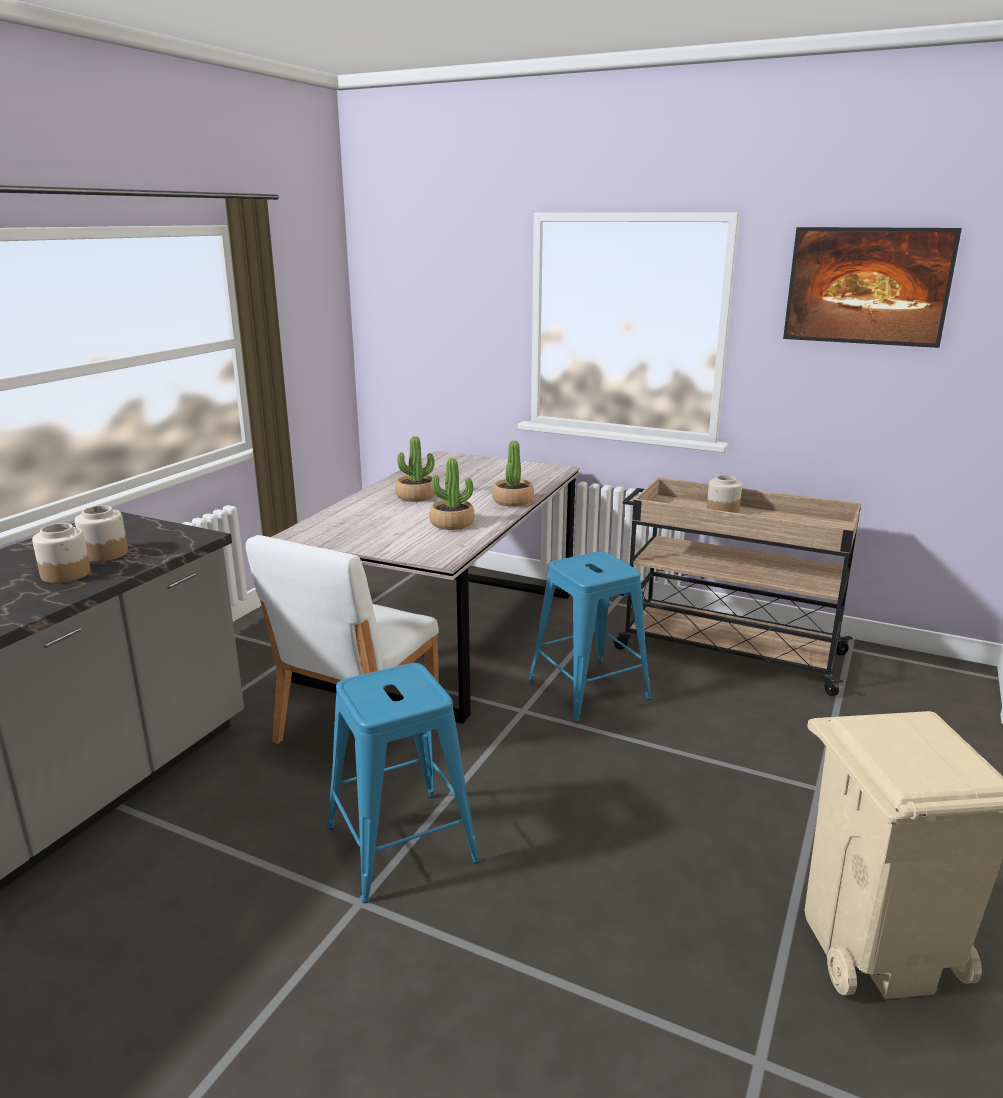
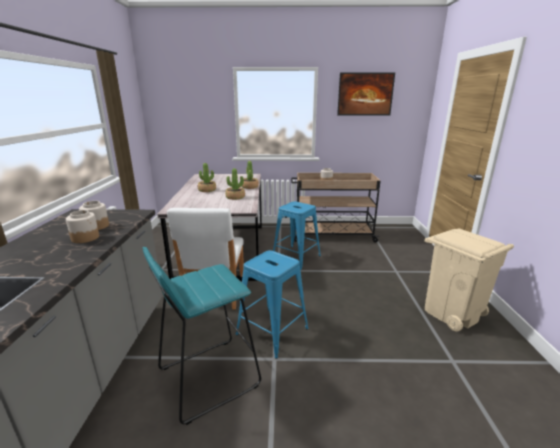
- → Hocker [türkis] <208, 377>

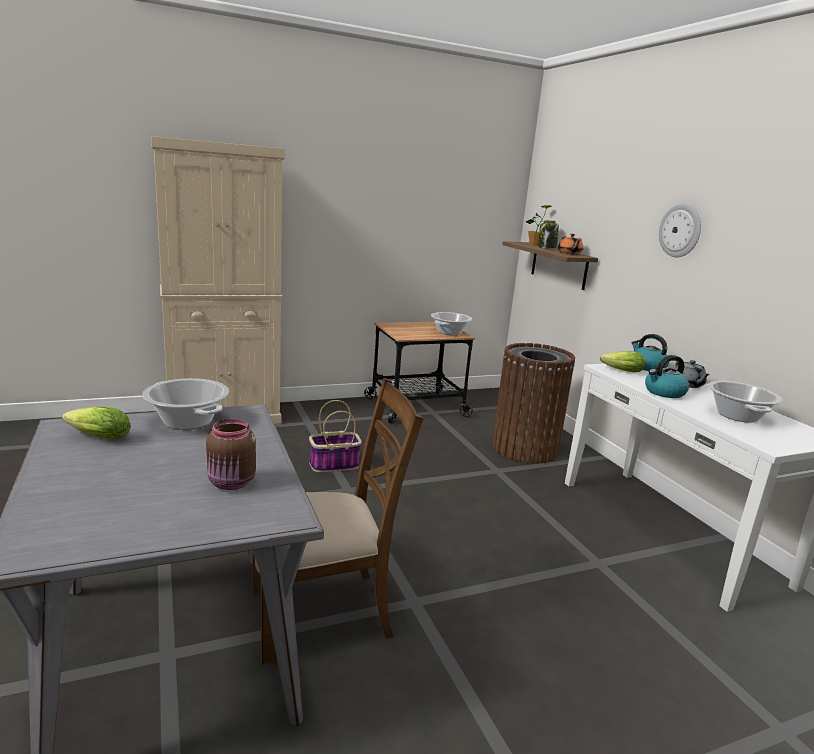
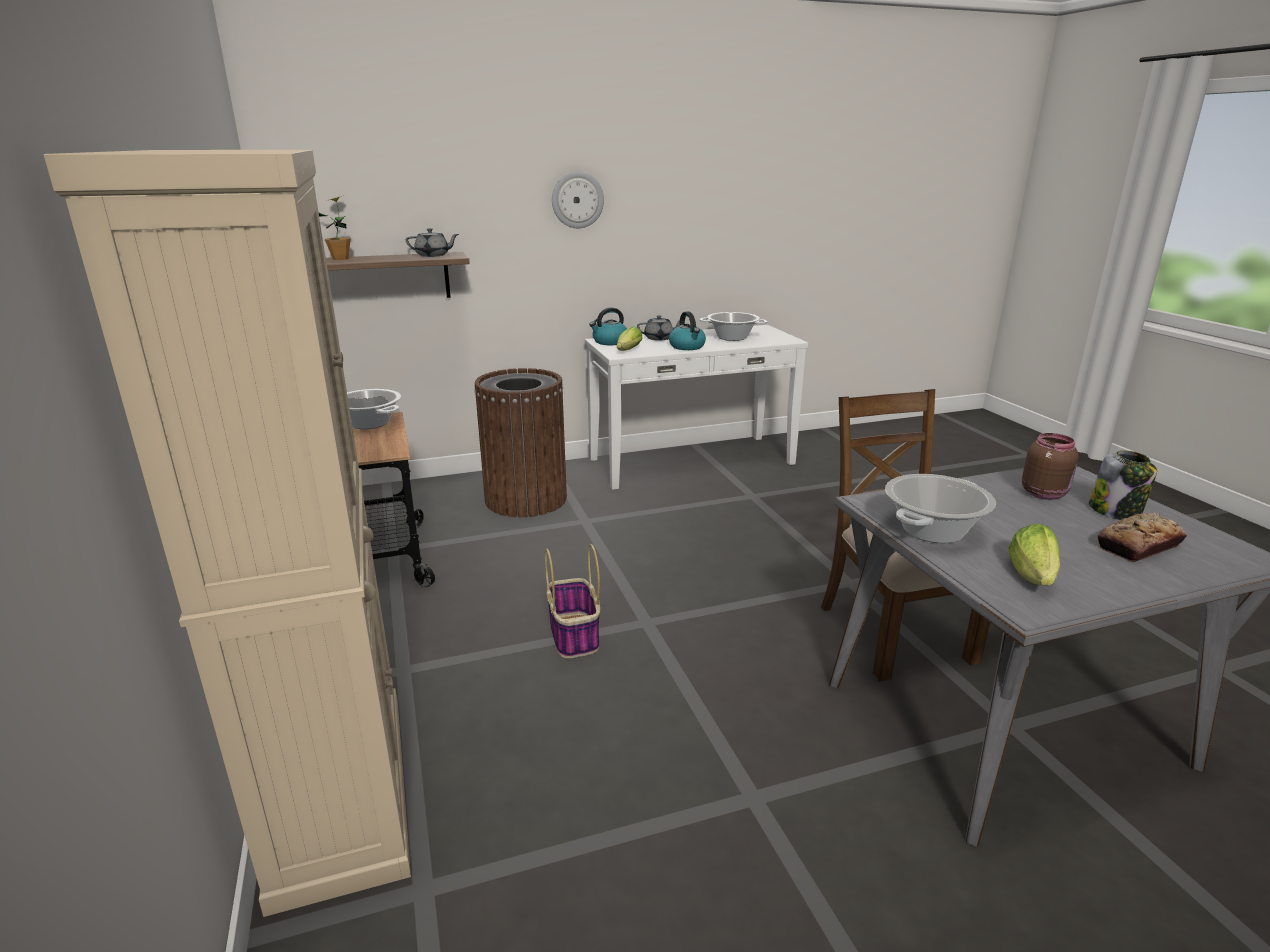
Vorratsglas <547, 248> → Vorratsglas <1115, 511>, moved
Teekanne [orange] <569, 253> → Teekanne [grau] <433, 255>
- → Brot <1138, 546>

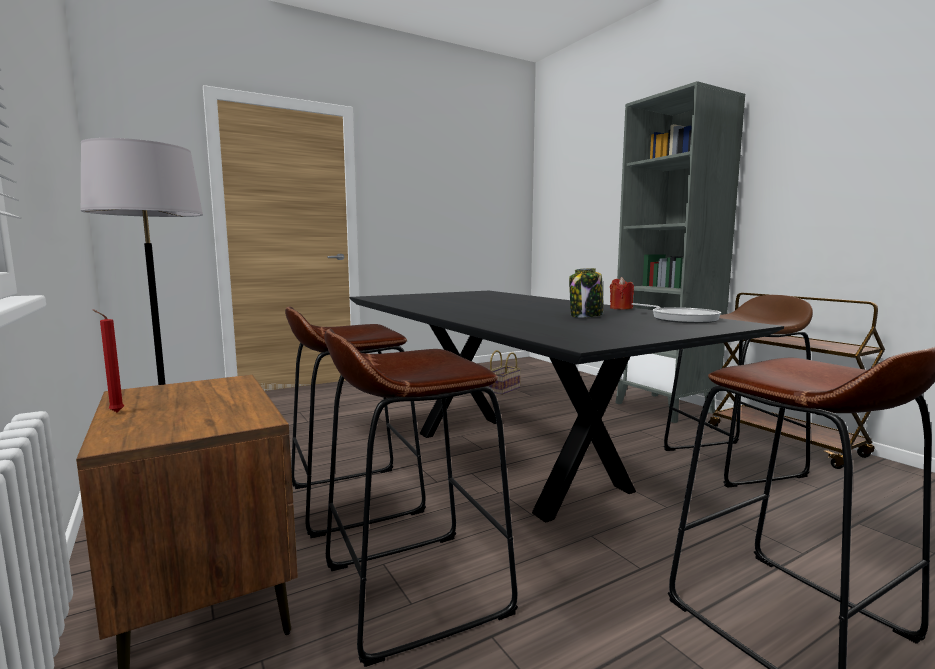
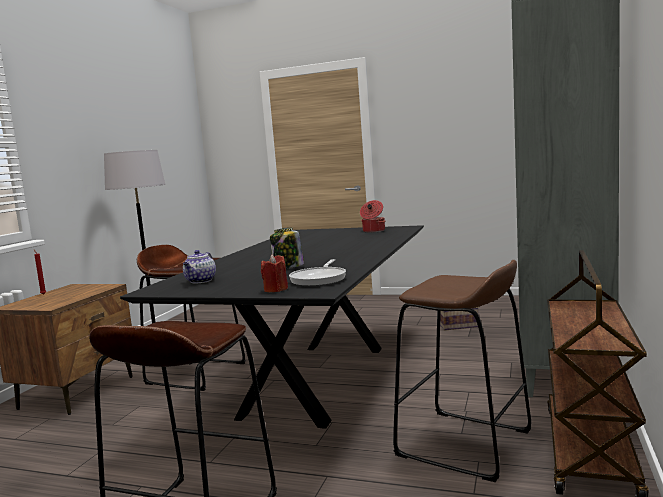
Hocker [braun] <414, 590> → -
Kerze [rot] <620, 308> → Kerze [rot] <276, 289>, moved
- → Teekanne <200, 281>
- → Kochtopf <373, 231>

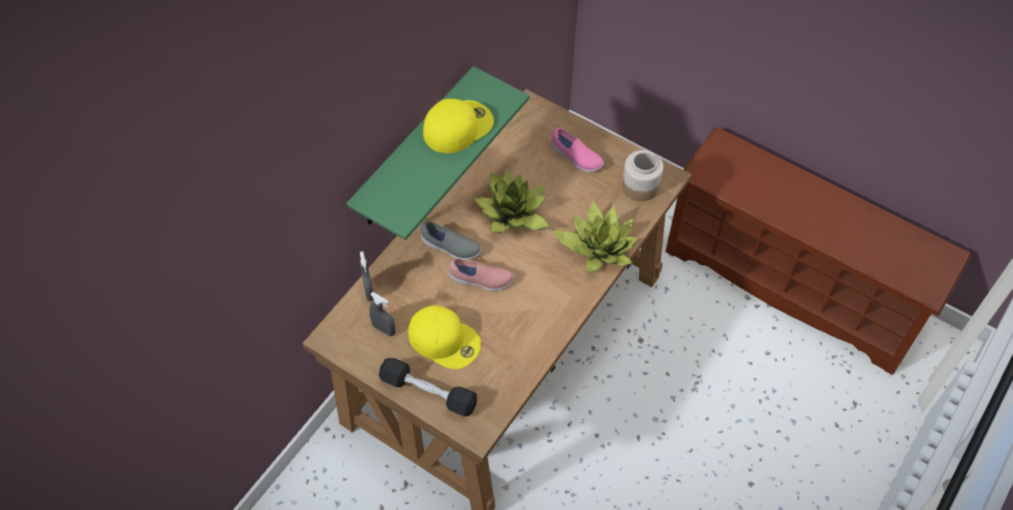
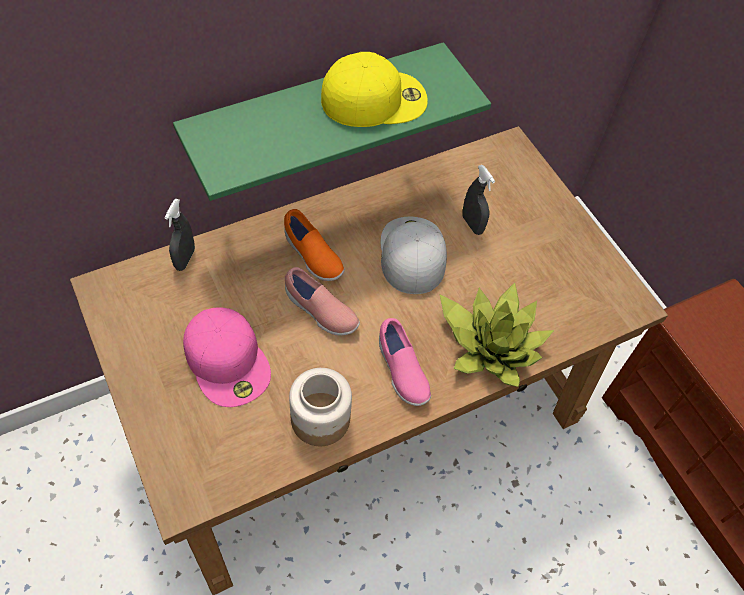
Sprühflasche [grau] <384, 329> → Sprühflasche [grau] <472, 224>, moved
Hantel [schwarz] <428, 392> → -
Kappe [gelb] <445, 340> → Kappe [rosa] <228, 360>
Schuh [grau] <450, 248> → Schuh [orange] <312, 256>
Topfpflanze <513, 213> → Kappe [weiß] <411, 253>
Schuh [rosa] <576, 158> → Schuh [rosa] <401, 371>, moved
Vorratsglas <640, 186> → Vorratsglas <319, 419>, moved

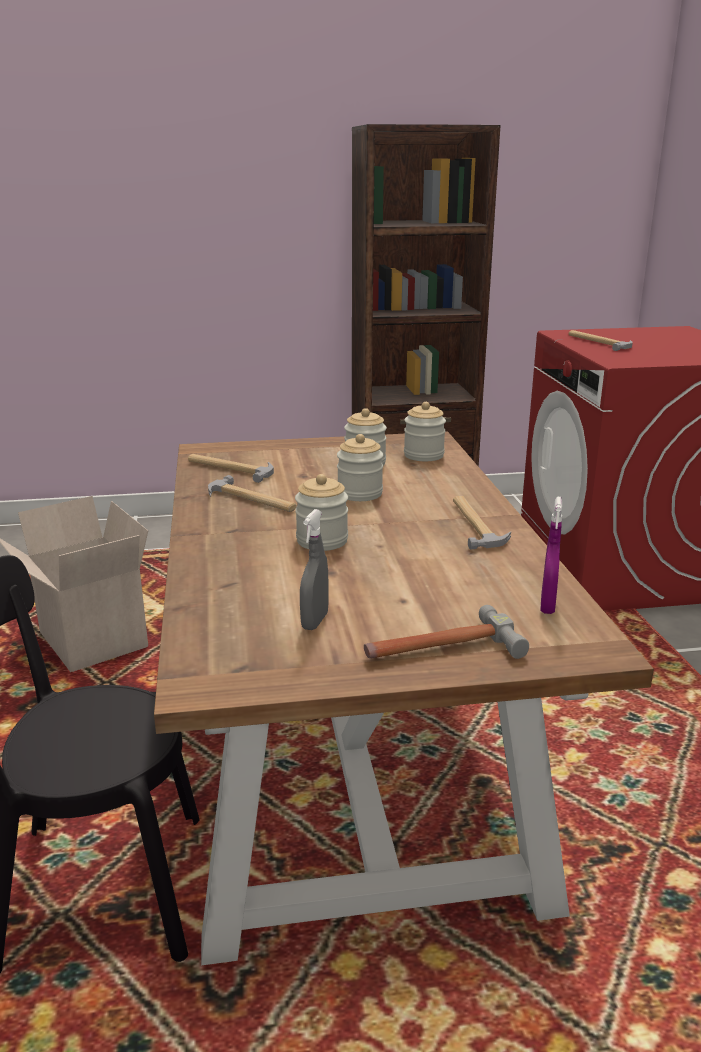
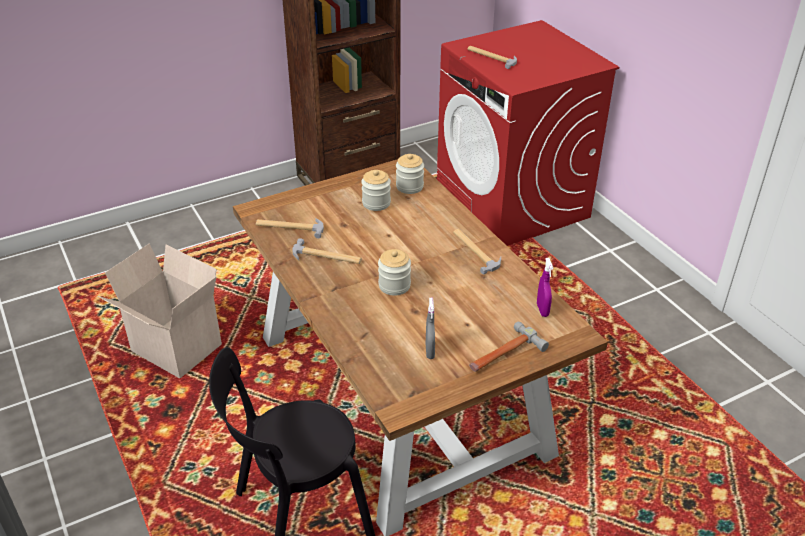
Vorratsglas <359, 493> → -

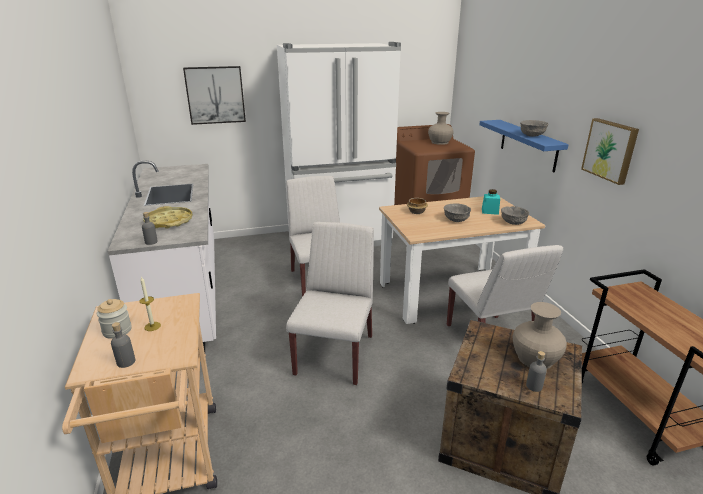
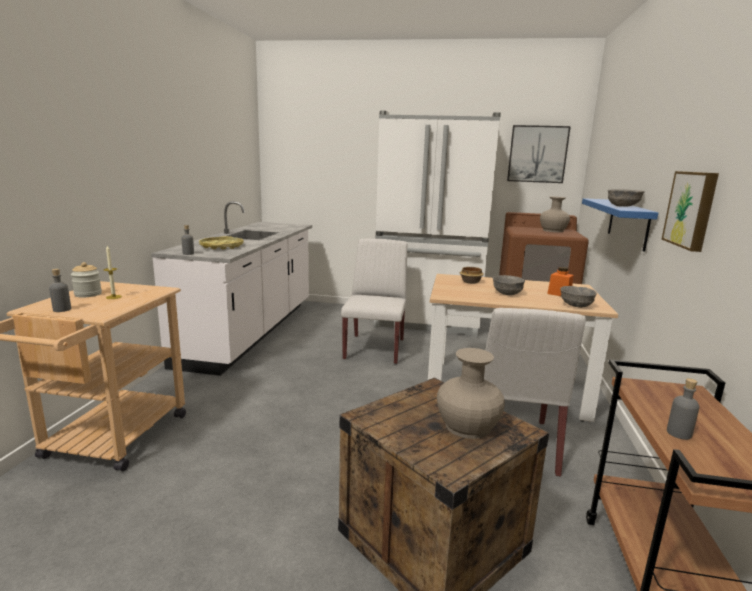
Bild <215, 95> → Bild <537, 154>, moved
Stuhl [weiß] <335, 354> → -
Vorratsglas [türkis] <490, 211> → Vorratsglas [orange] <559, 294>
Flasche [grau] <534, 386> → Flasche [grau] <679, 433>, moved

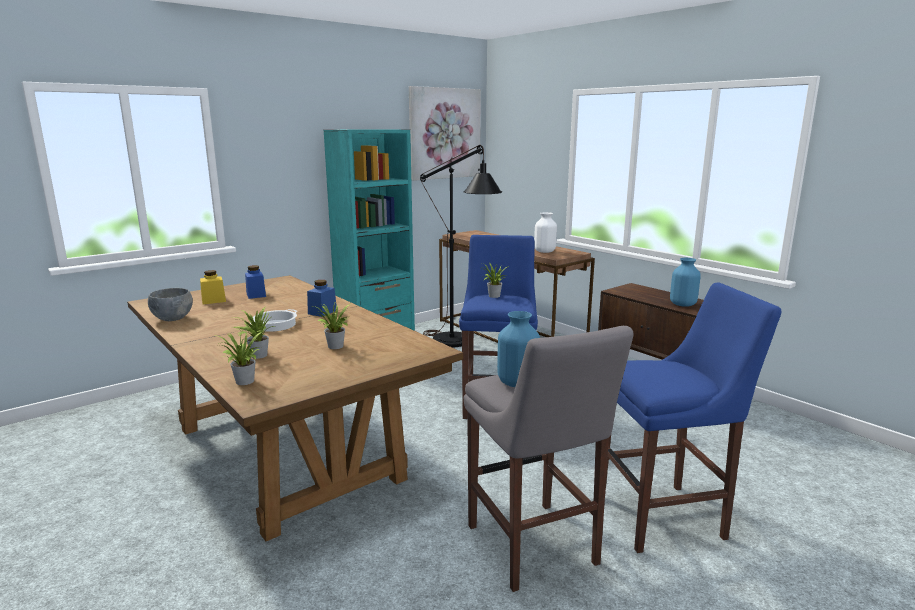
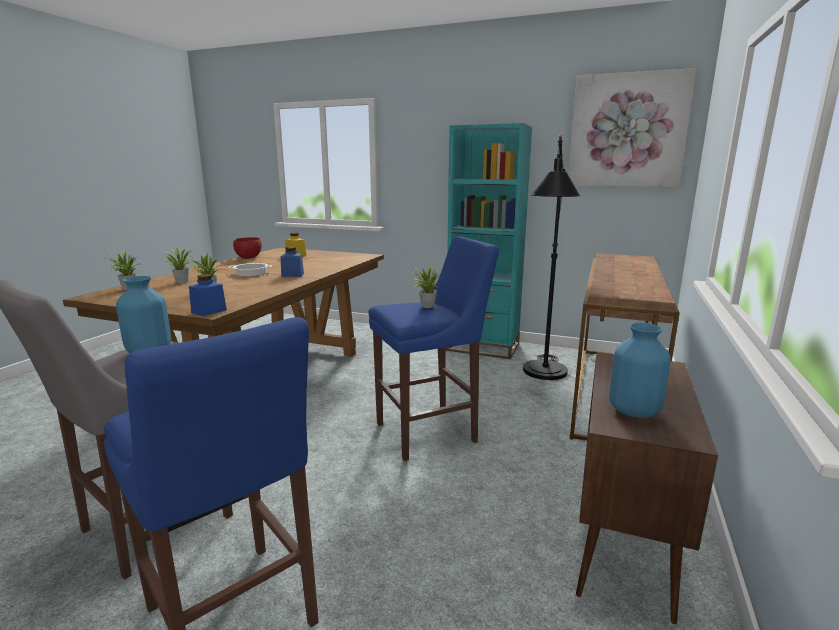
Schüssel [grau] <172, 319> → Schüssel [rot] <249, 258>
Vorratsglas [blau] <256, 295> → Vorratsglas [blau] <209, 311>, moved
Vase [weiß] <545, 251> → -

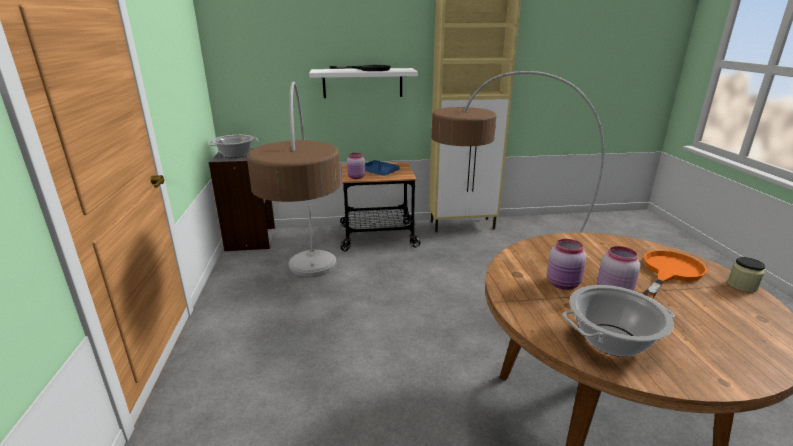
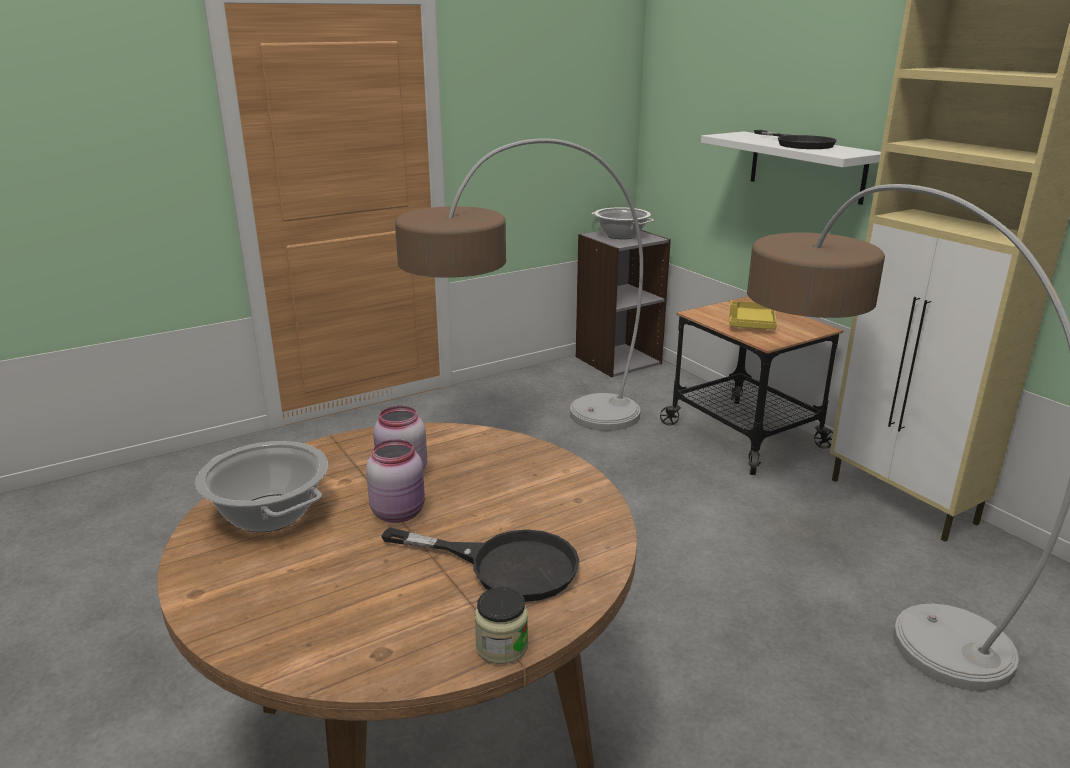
Vorratsglas [rosa] <356, 177> → -
Tablett [blau] <379, 172> → Tablett [gelb] <751, 323>
Pfanne [orange] <669, 272> → Pfanne [schwarz] <505, 565>

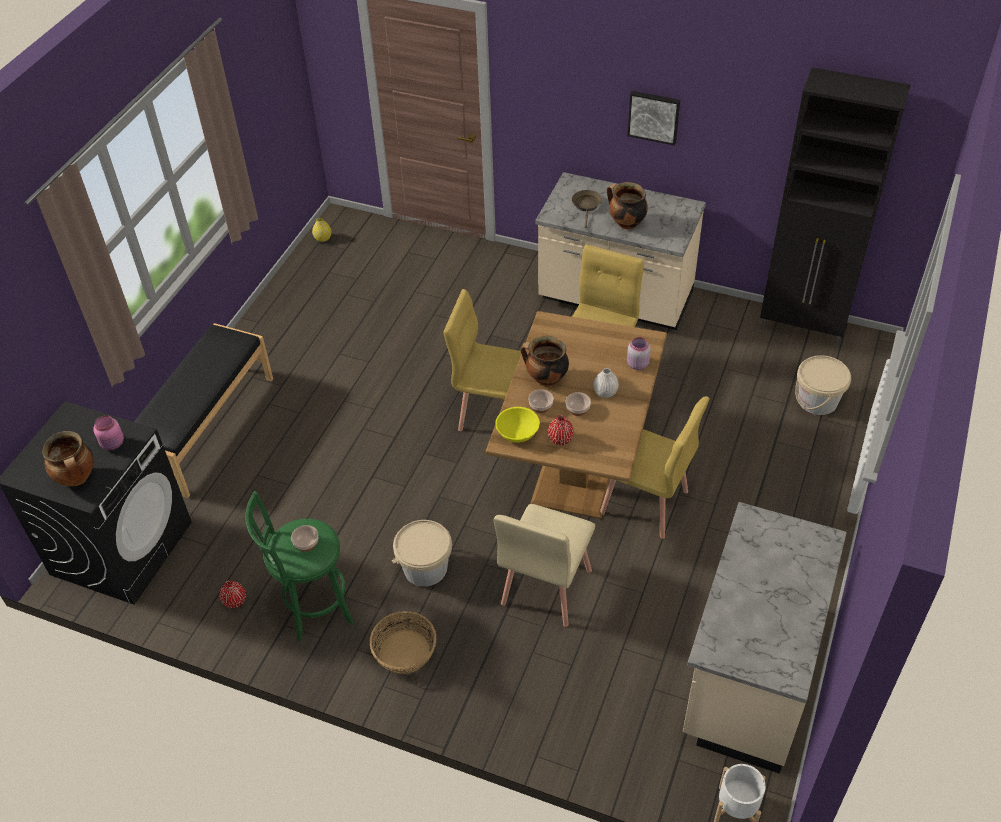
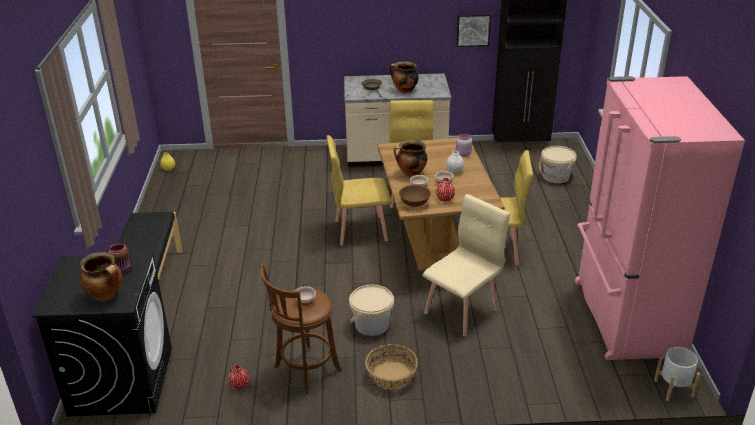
Vorratsglas [rosa] <113, 444> → Vorratsglas [braun] <122, 269>
Hocker [grün] <313, 607> → Hocker [braun] <304, 371>
Stuhl [beige] <545, 587> → Stuhl [beige] <462, 311>, 135 degrees counterclockwise
Schüssel [gelb] <518, 433> → Schüssel [braun] <414, 203>
Bild <654, 116> → Bild <473, 29>, moved
Küchenzeile [beige] <749, 675> → Kühlschrank [rosa] <624, 317>

